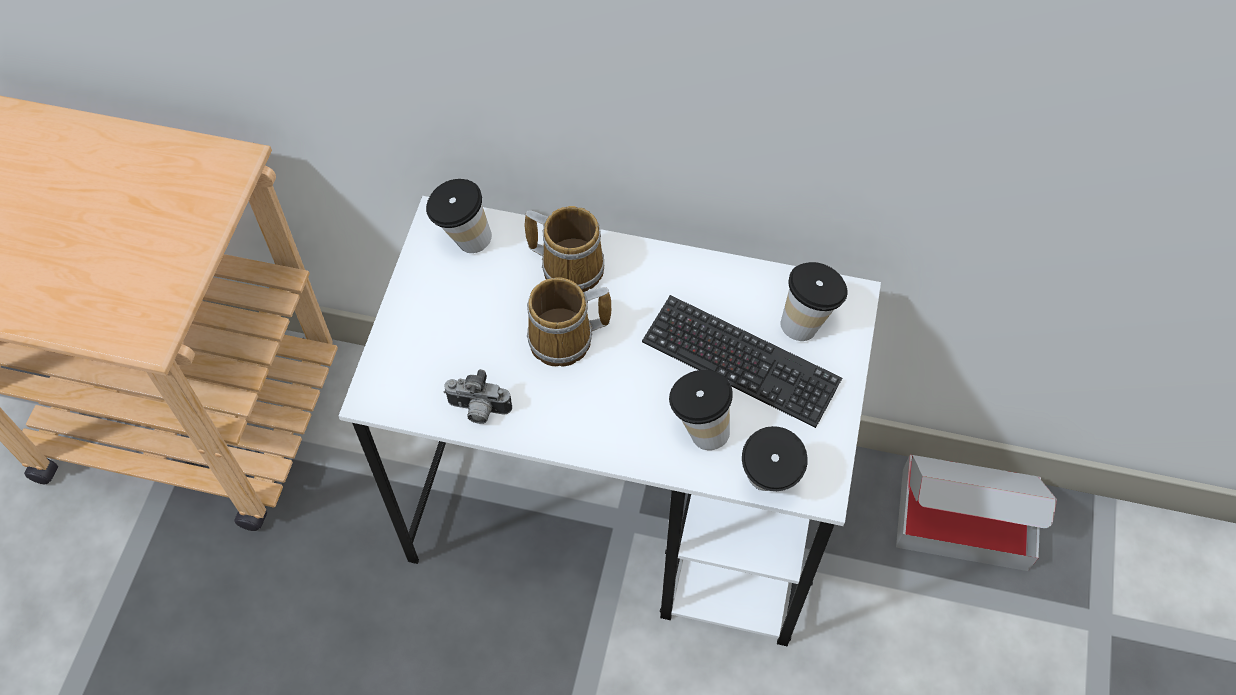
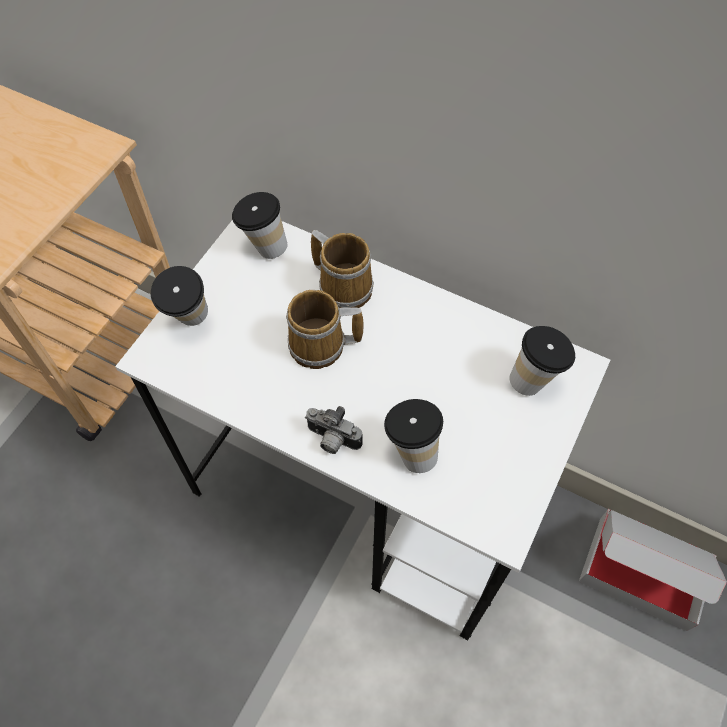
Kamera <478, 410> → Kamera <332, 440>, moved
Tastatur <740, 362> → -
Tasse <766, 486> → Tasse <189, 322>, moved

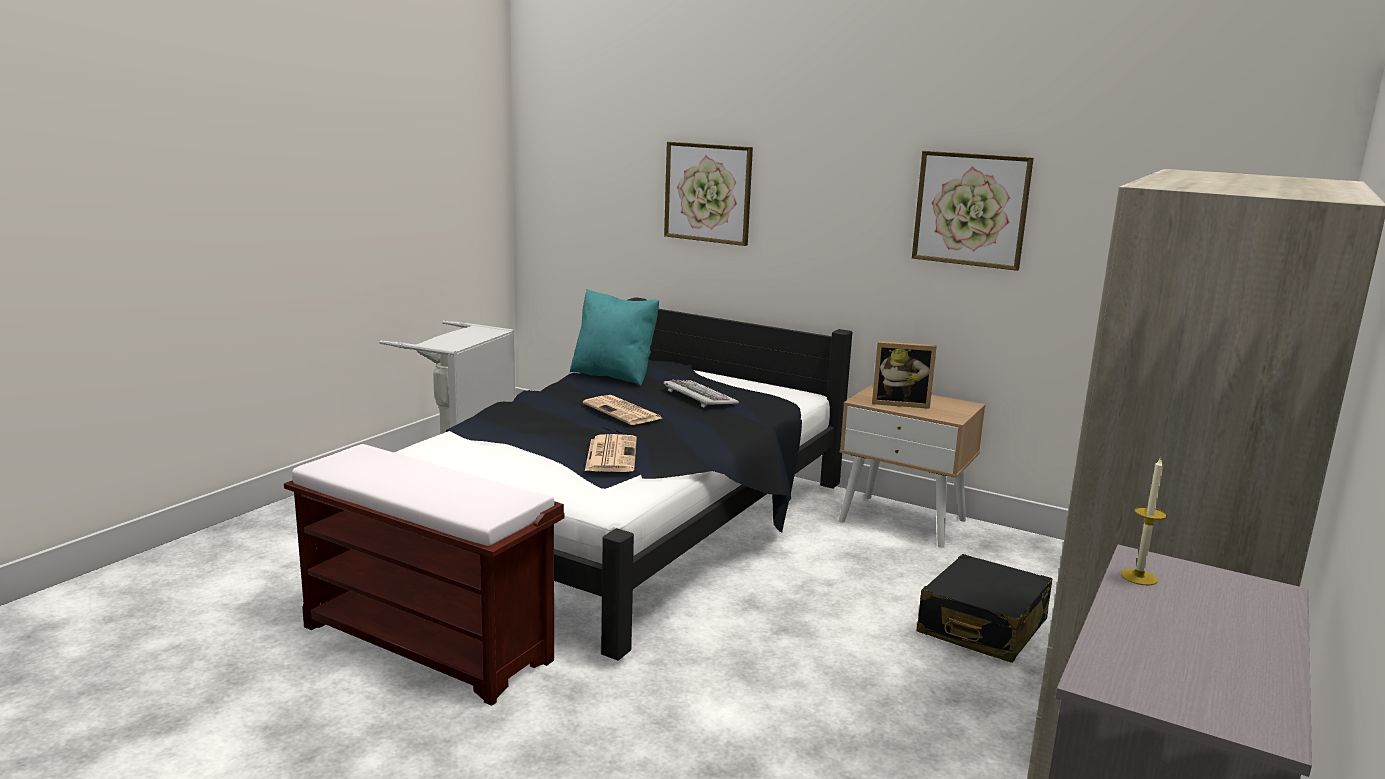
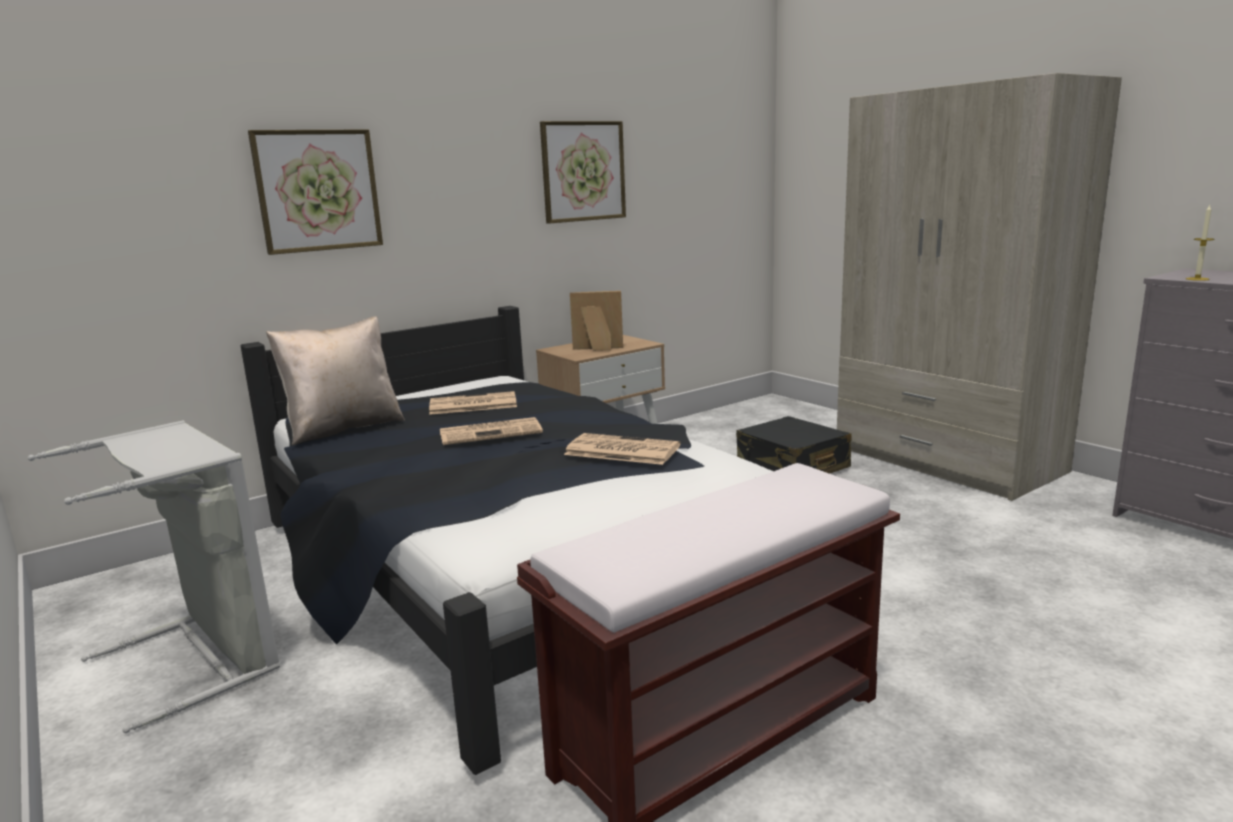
Kissen [türkis] <614, 375> → Kissen [beige] <343, 428>
Tastatur <699, 396> → Zeitung <472, 405>
Bilderrahmen <900, 403> → Bilderrahmen <597, 349>, 120 degrees counterclockwise

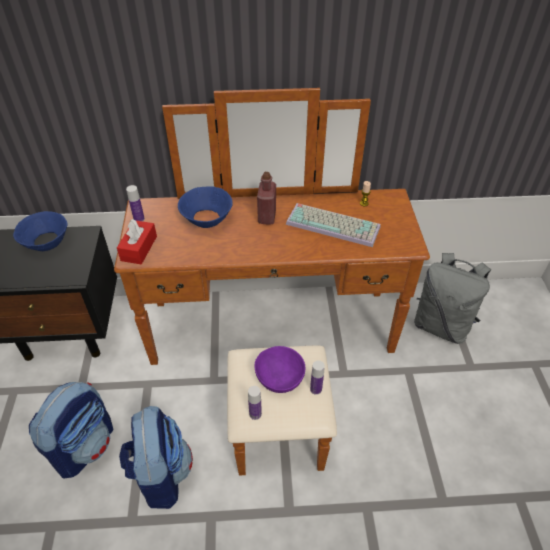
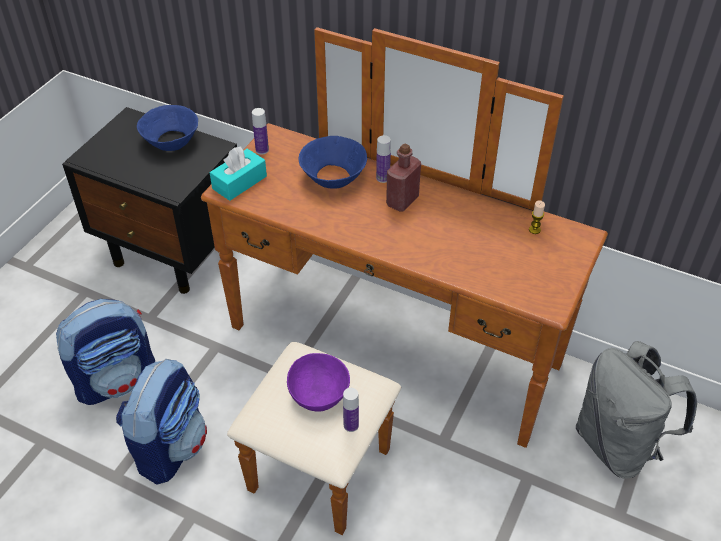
Taschentuchbox [rot] <139, 248> → Taschentuchbox [türkis] <239, 182>
Flasche <255, 414> → Flasche <383, 178>, moved
Tastatur <334, 224> → -

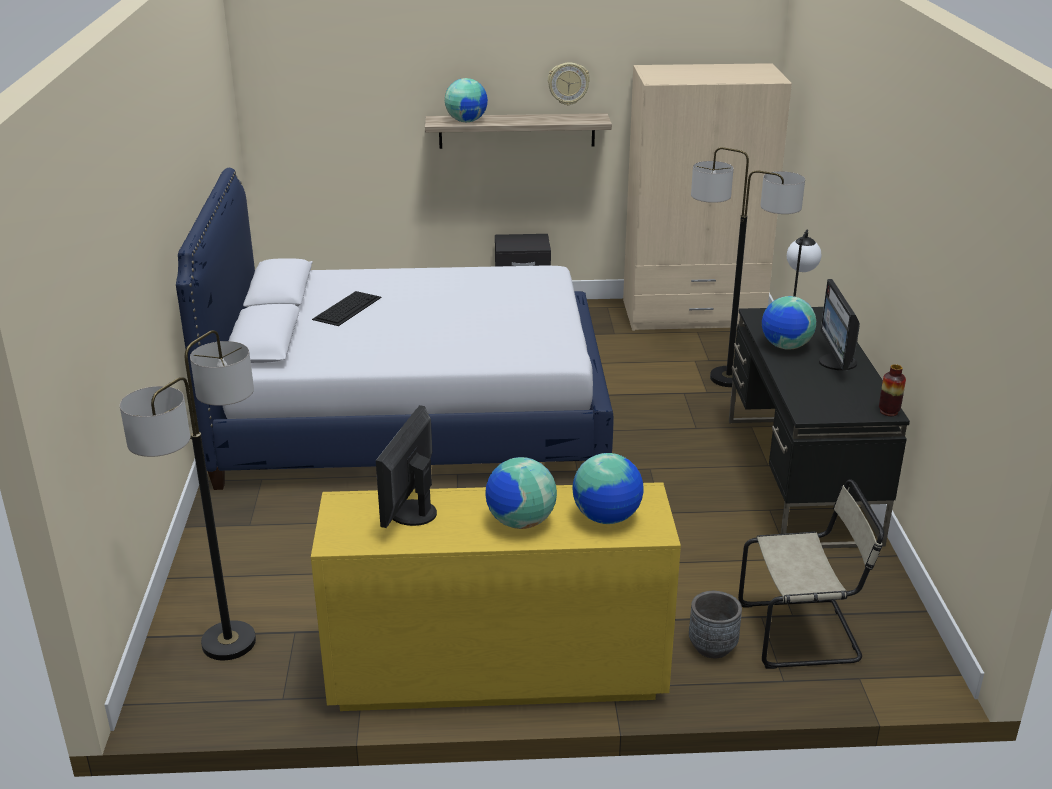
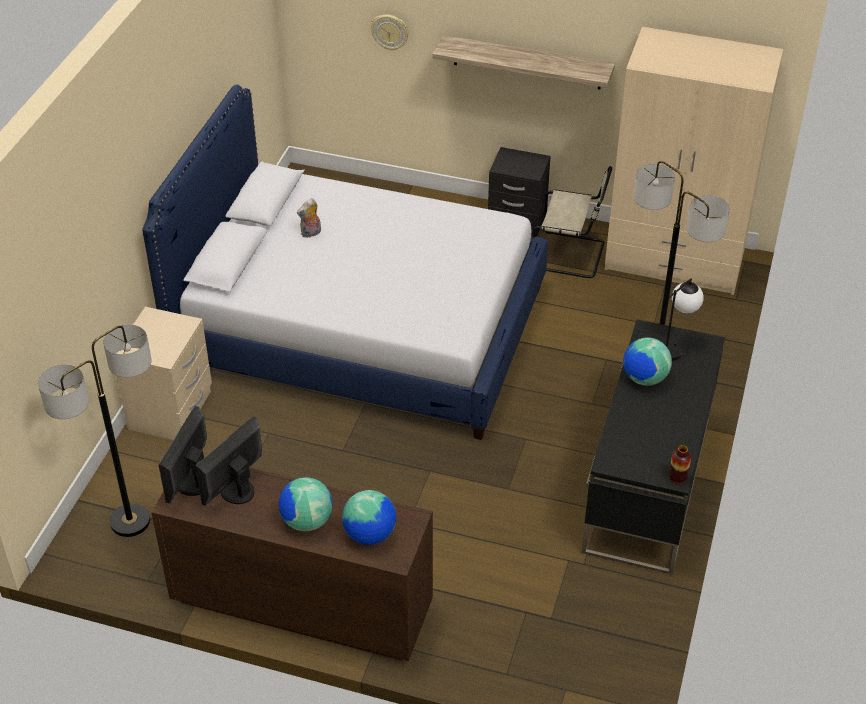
Kommode [gelb] <495, 674> → Kommode [braun] <300, 604>
Tastatur <347, 308> → Plüschtier <311, 233>
Globus <466, 121> → -
Wanduhr <568, 83> → Wanduhr <390, 32>, moved
Pflanzkübel [grau] <712, 647> → -
Stuhl [beige] <803, 633> → Stuhl [beige] <571, 255>, moved
Monitor <836, 363> → Monitor <191, 483>, moved
- → Nachttisch [beige] <171, 410>

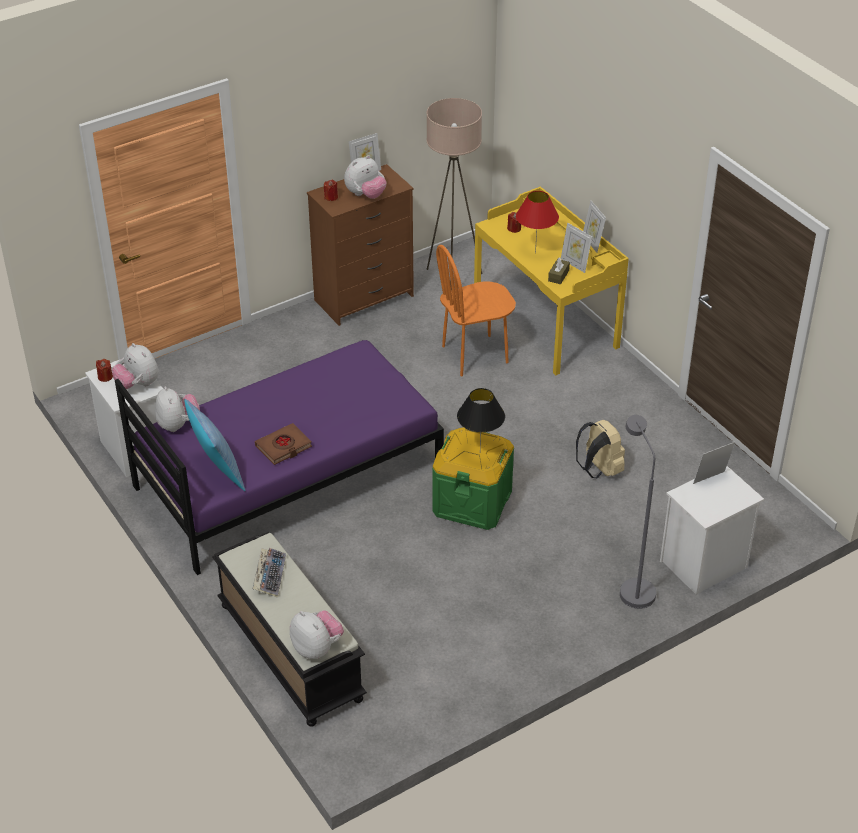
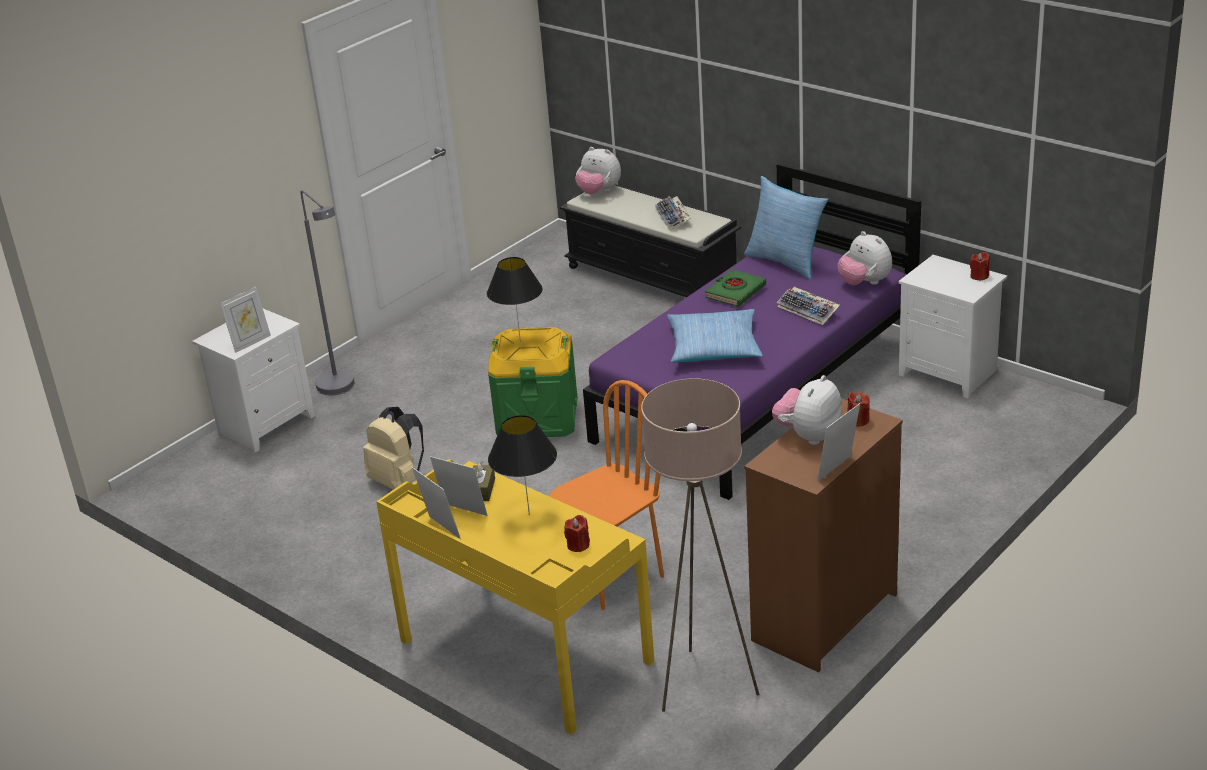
Plüschtier <138, 384> → -
Buch [braun] <283, 447> → Buch [grün] <735, 292>
Tischlampe [rot] <535, 253> → Tischlampe [schwarz] <529, 514>
- → Kissen <714, 347>
- → Tastatur <809, 310>

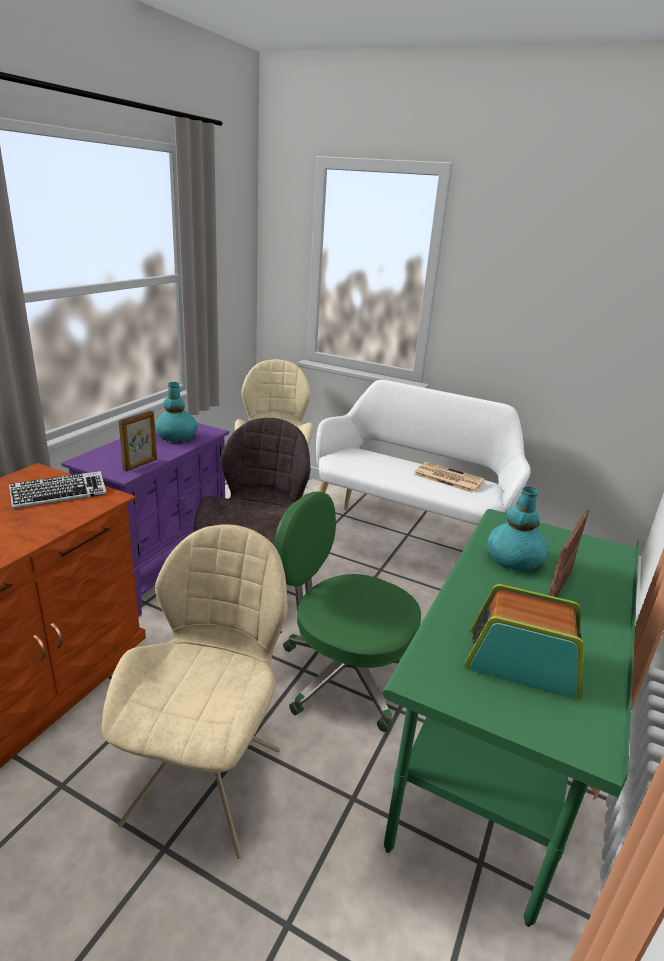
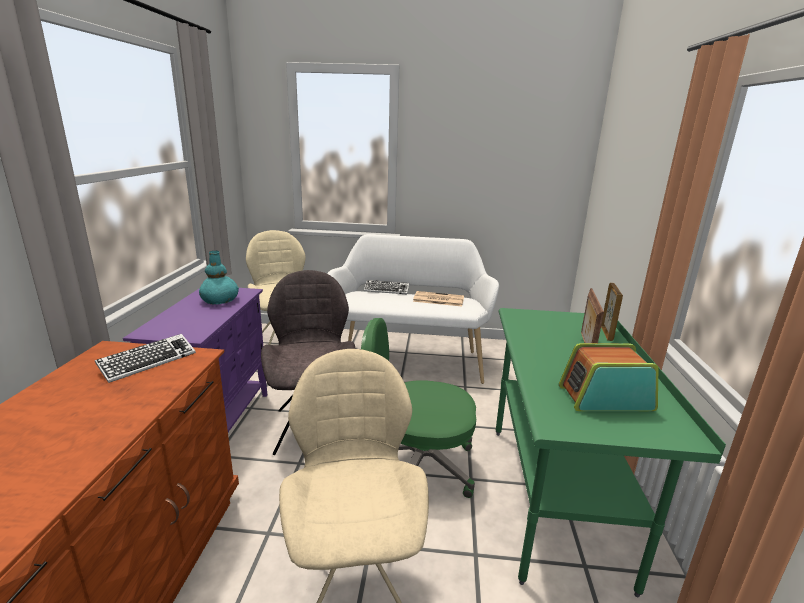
Bilderrahmen <141, 465> → Bilderrahmen <606, 333>, moved
Vase [türkis] <513, 560> → -
- → Tastatur <386, 290>

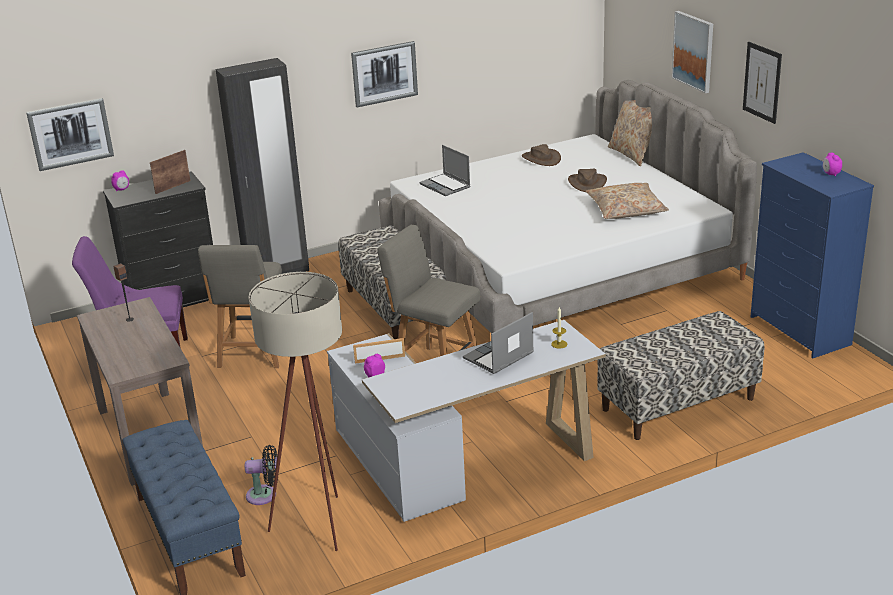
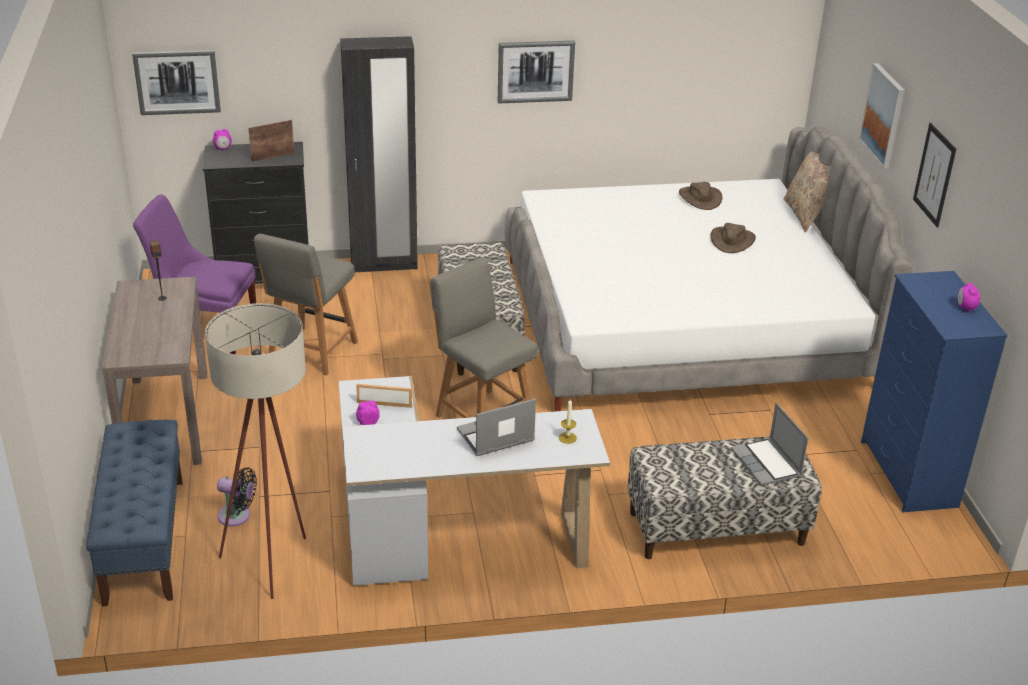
Laptop <446, 186> → Laptop <767, 464>, moved
Kissen [beige] <626, 210> → -

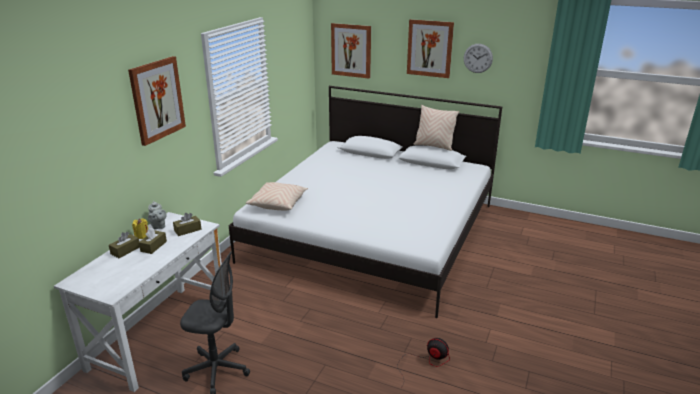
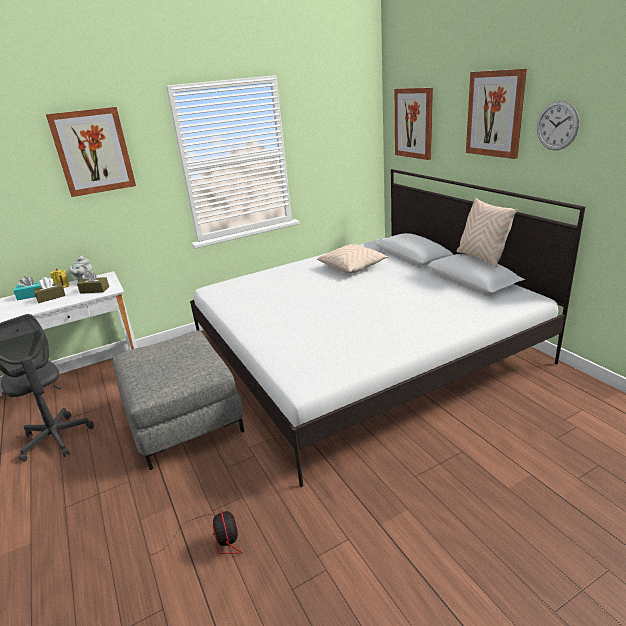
Taschentuchbox [braun] <125, 250> → Taschentuchbox [türkis] <32, 295>
Kissen [beige] <278, 203> → Kissen [beige] <353, 267>, moved
- → Polsterhocker [grau] <184, 418>

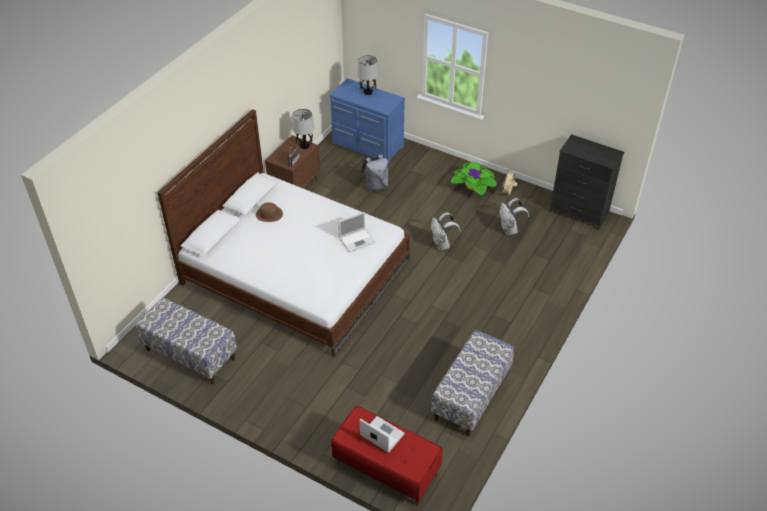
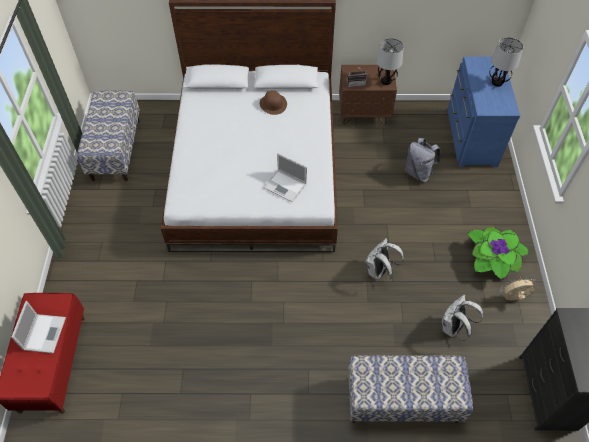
Bank <471, 396> → Bank <402, 400>, moved

